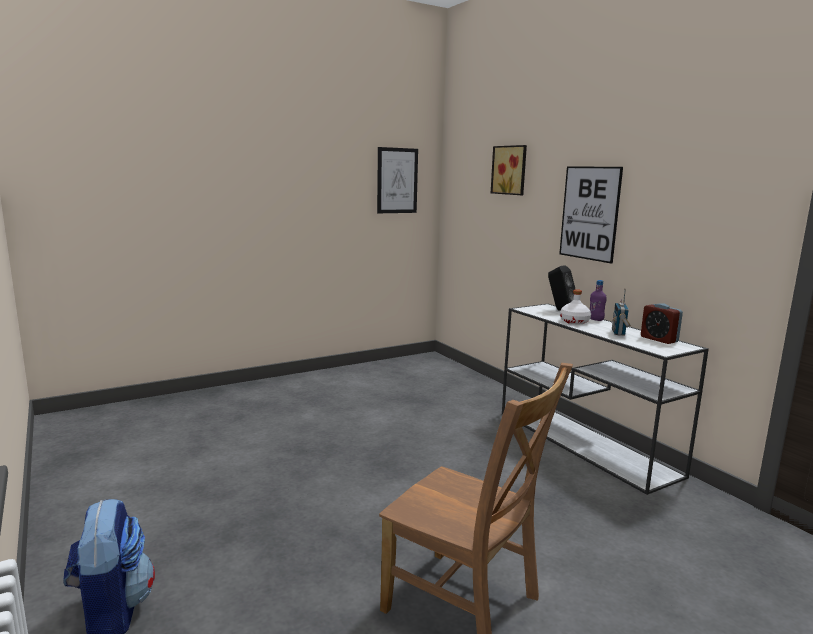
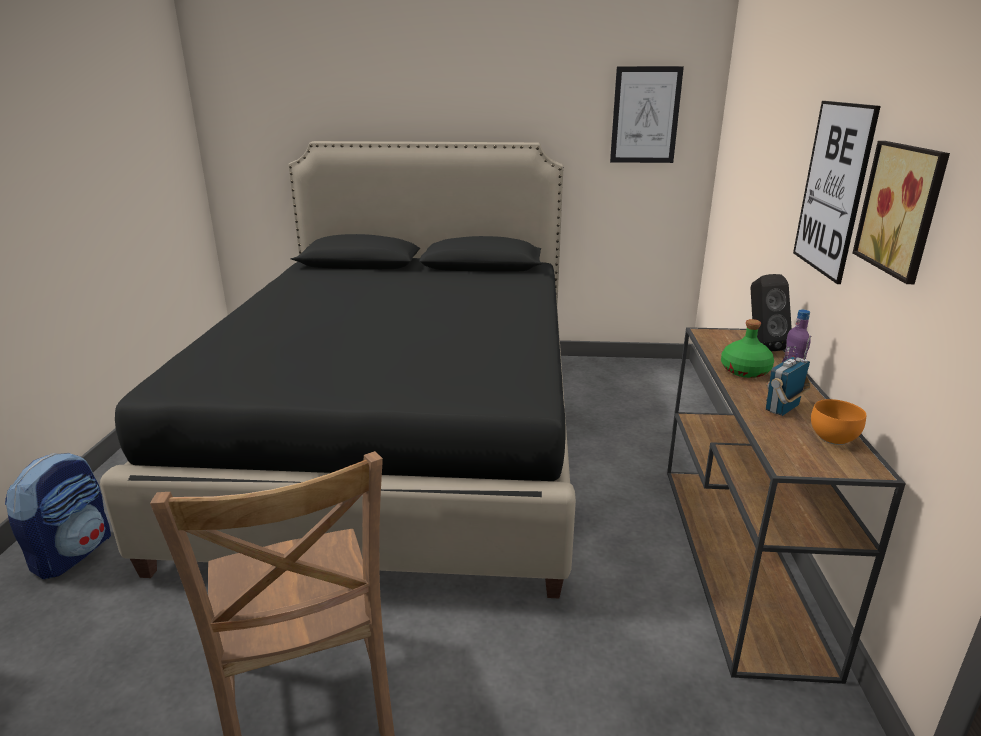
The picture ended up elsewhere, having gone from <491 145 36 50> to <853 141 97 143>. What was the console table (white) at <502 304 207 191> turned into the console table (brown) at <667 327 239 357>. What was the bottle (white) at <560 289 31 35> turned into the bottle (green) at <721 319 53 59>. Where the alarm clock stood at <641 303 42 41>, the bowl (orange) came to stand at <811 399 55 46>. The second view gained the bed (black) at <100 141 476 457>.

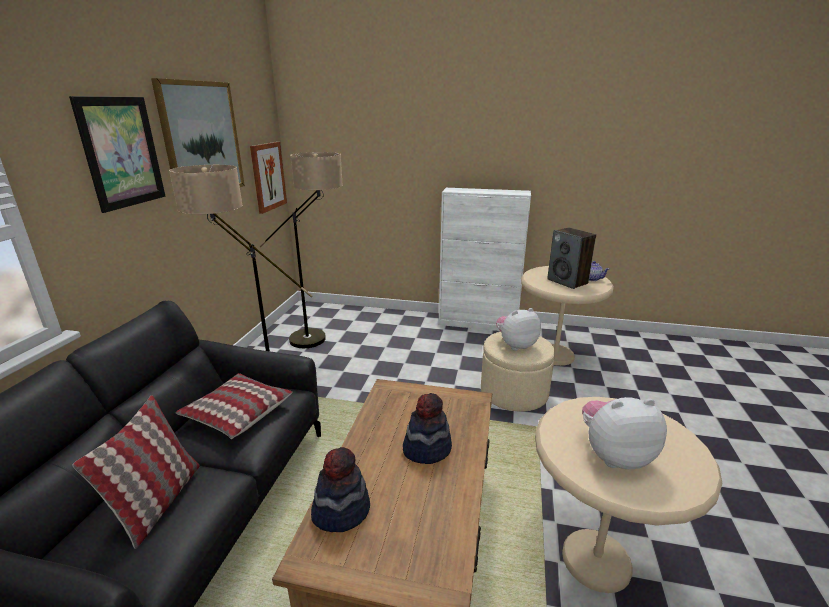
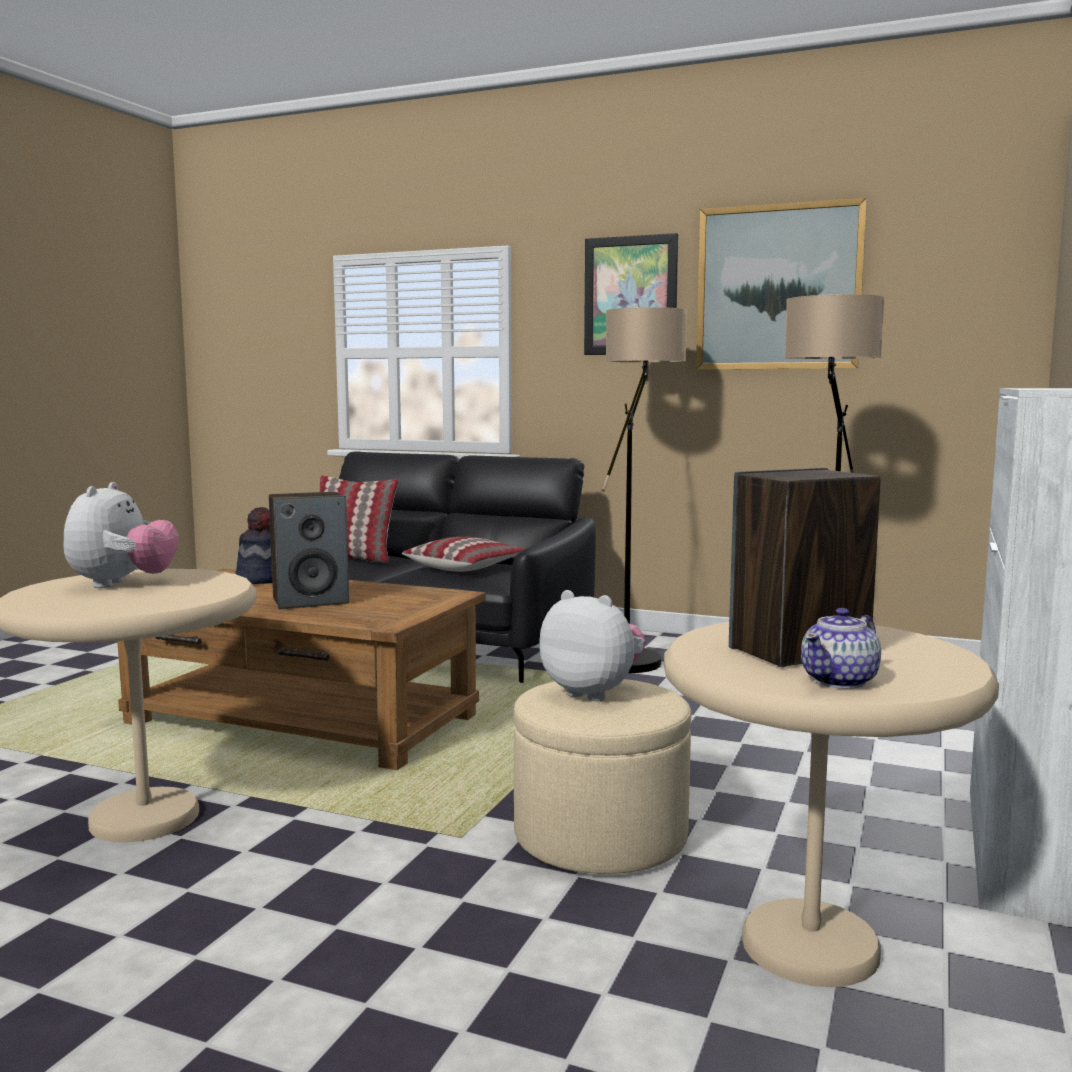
The second view lost the picture at <250 142 37 72>. Where the hat stood at <403 393 49 71>, the speaker came to stand at <269 492 80 117>. The plush toy at <496 308 45 43> ended up facing another way, 45 degrees counterclockwise from before.

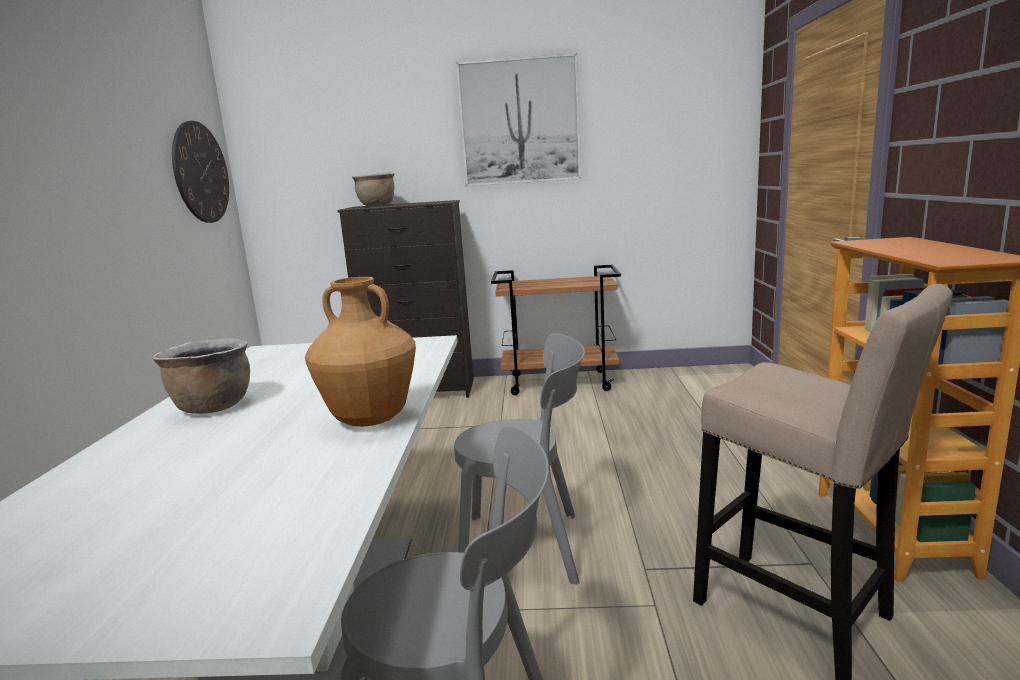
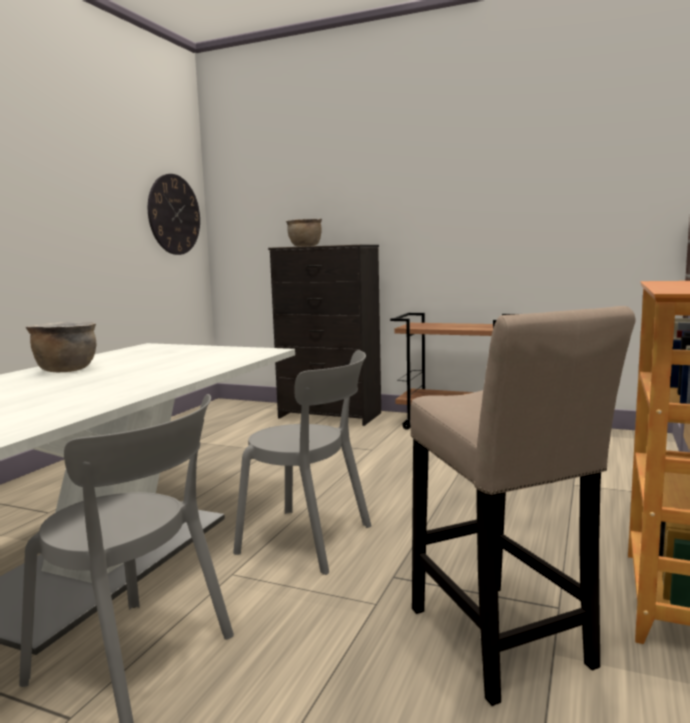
The second view lost the vase (brown) at <305 277 111 150>. The second view lost the picture at <456 53 125 134>.

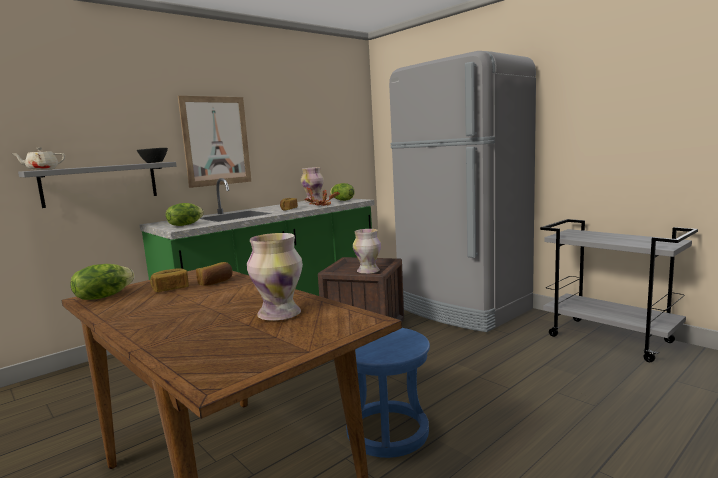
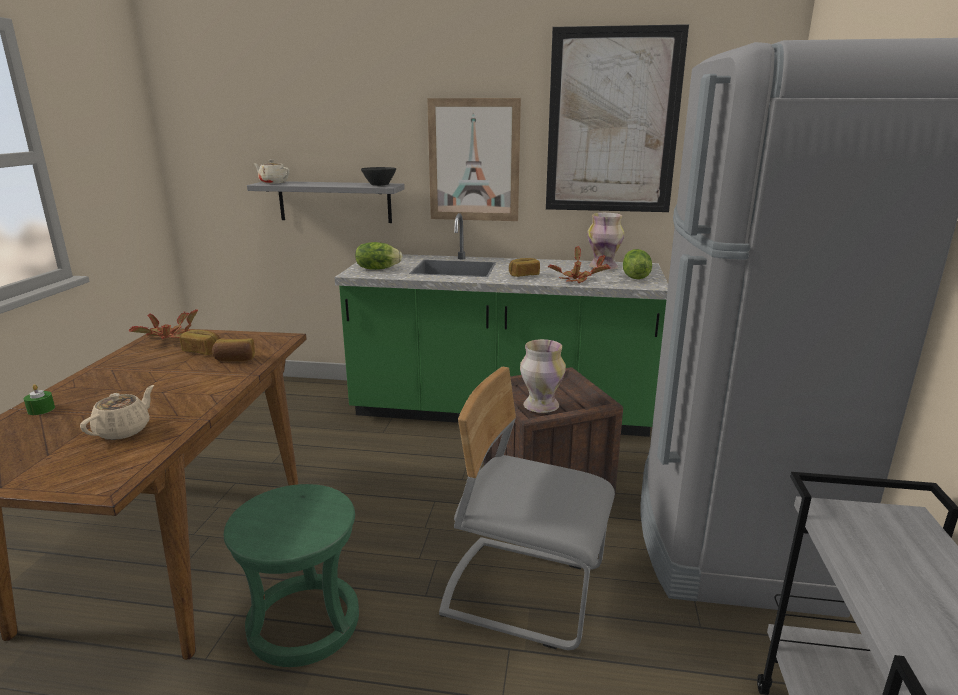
Where the lettuce stood at <70 264 65 36>, the potted plant came to stand at <129 309 69 30>. Where the vase stood at <247 233 56 88>, the teapot (beige) came to stand at <80 385 74 55>. What was the stool (blue) at <346 328 84 130> turned into the stool (green) at <224 484 135 183>. The second view gained the candle (green) at <24 384 31 31>. The second view gained the chair (grey) at <439 367 176 283>. The second view gained the picture at <546 24 143 188>.

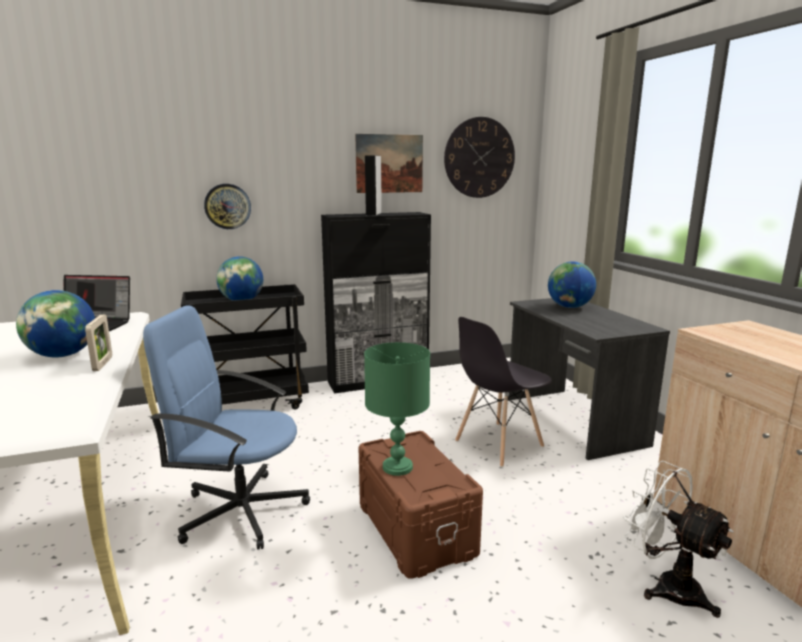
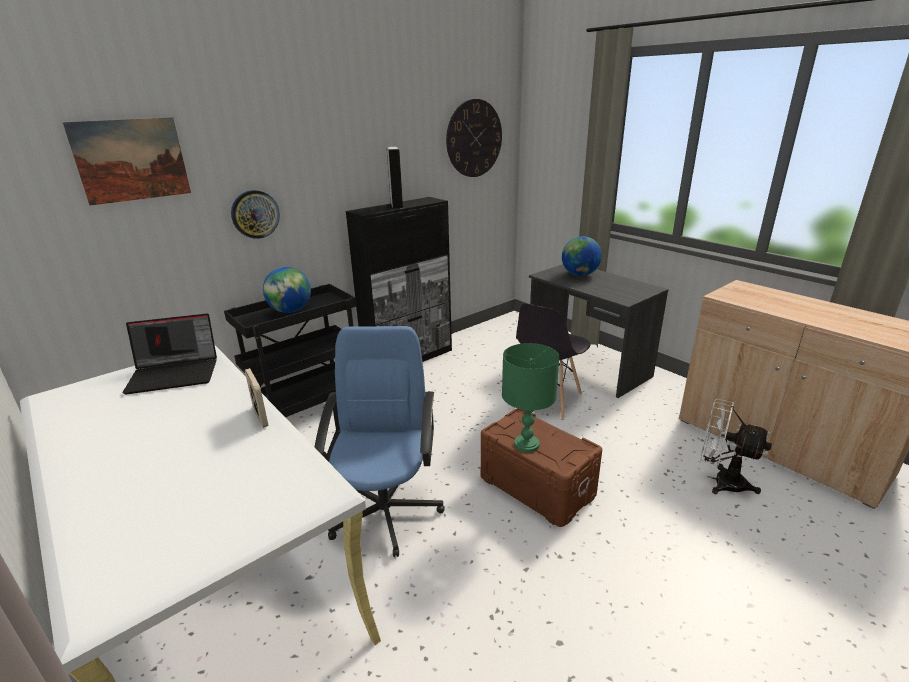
The second view lost the globe at <16 290 79 68>. The office chair (blue) at <143 305 167 245> ended up facing another way, 105 degrees clockwise from before. The picture ended up elsewhere, having gone from <355 134 68 59> to <63 117 128 89>.

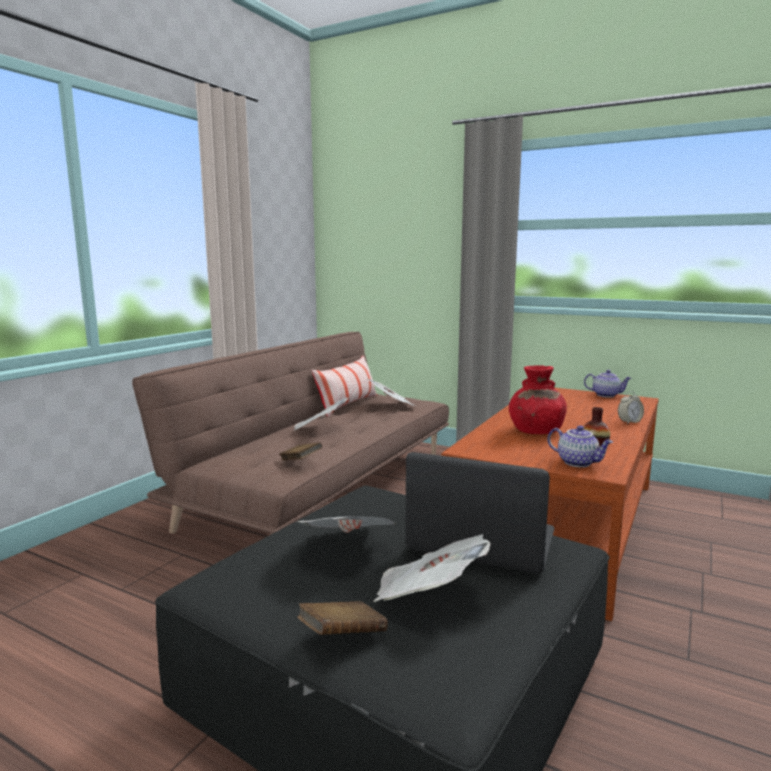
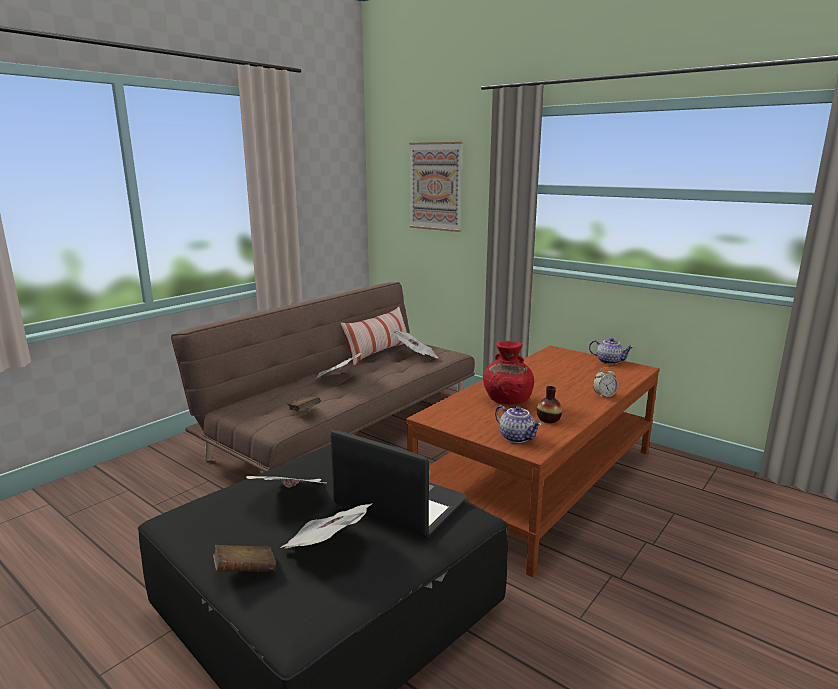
The second view gained the picture at <409 142 54 90>.

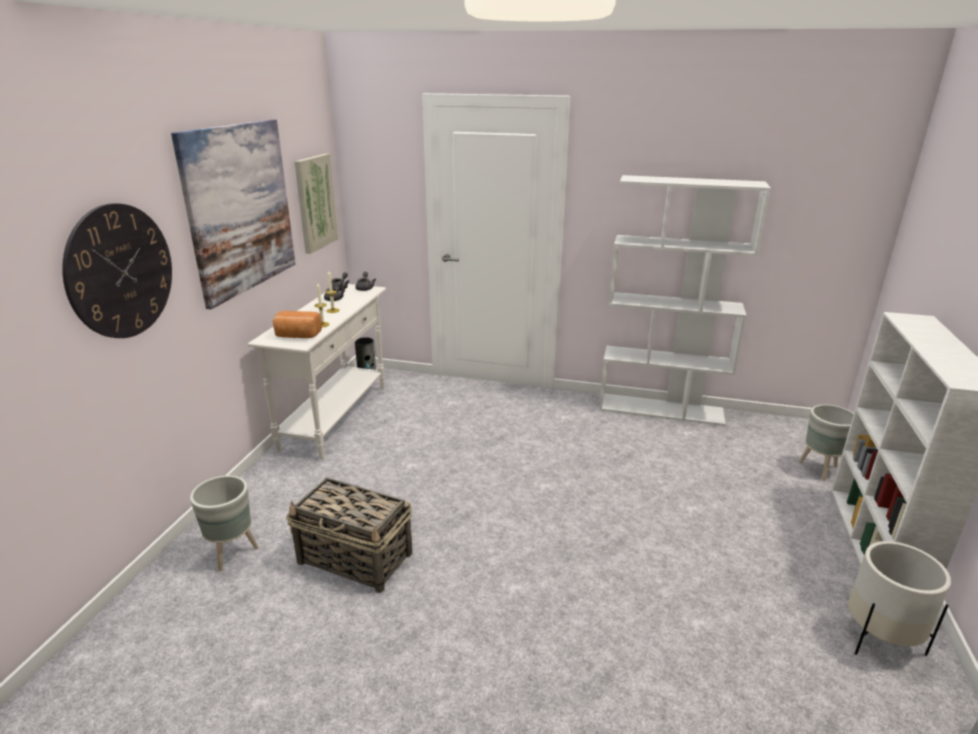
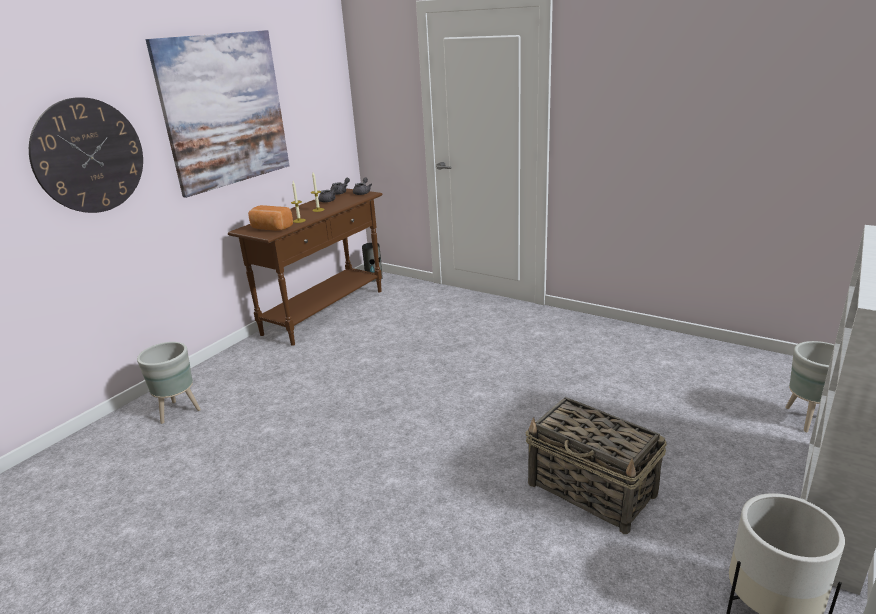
What was the console table (white) at <248 284 138 175> turned into the console table (brown) at <228 188 155 158>. The basket ended up elsewhere, having gone from <286 477 126 116> to <525 397 142 137>. The second view lost the picture at <294 154 44 100>. The second view lost the bookcase (white) at <599 175 172 251>.

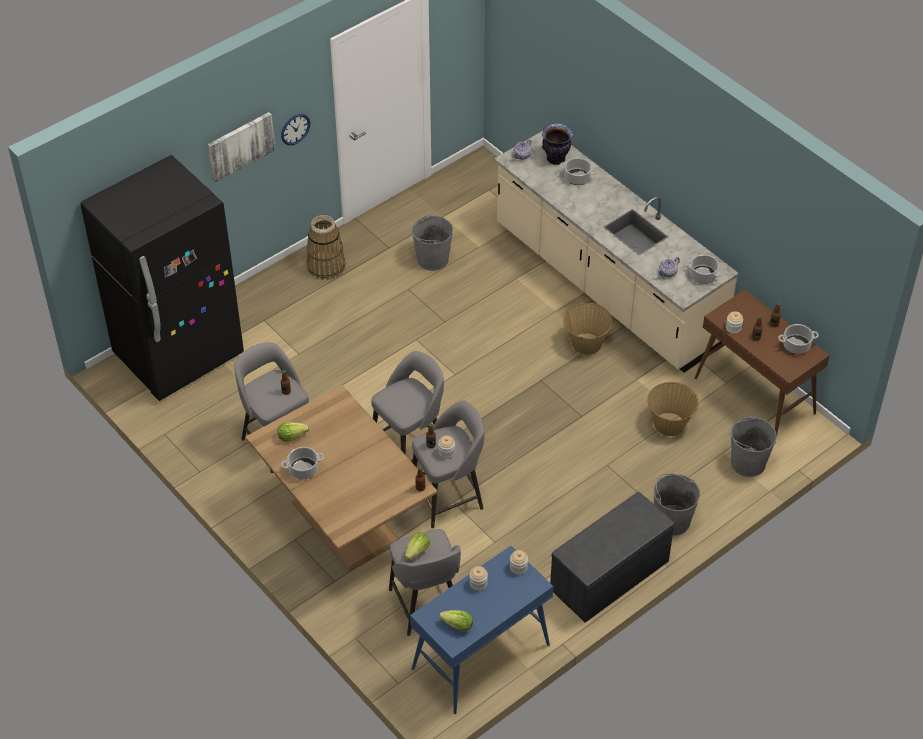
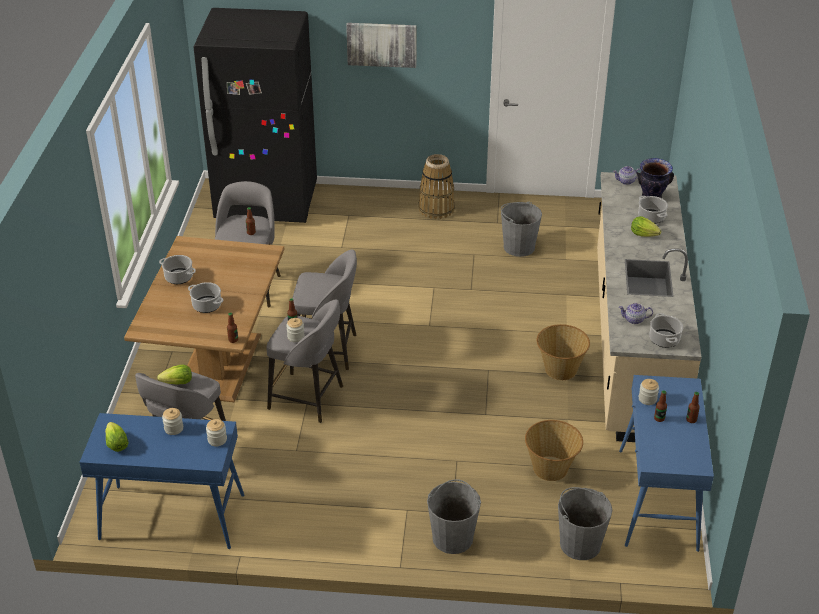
The lettuce ended up elsewhere, having gone from <277 422 32 20> to <631 216 30 21>. The second view lost the wall clock at <281 114 29 31>. The second view lost the bench (grey) at <550 492 125 131>. What was the console table (brown) at <695 289 135 154> turned into the console table (blue) at <619 375 95 177>. The cooking pot ended up elsewhere, having gone from <778 324 41 30> to <188 282 35 31>.

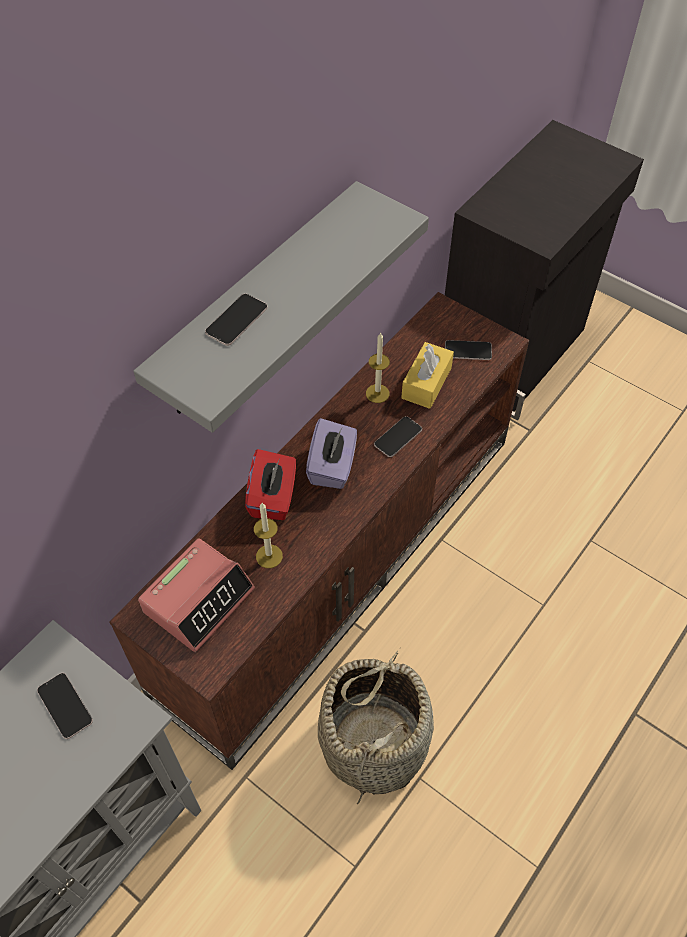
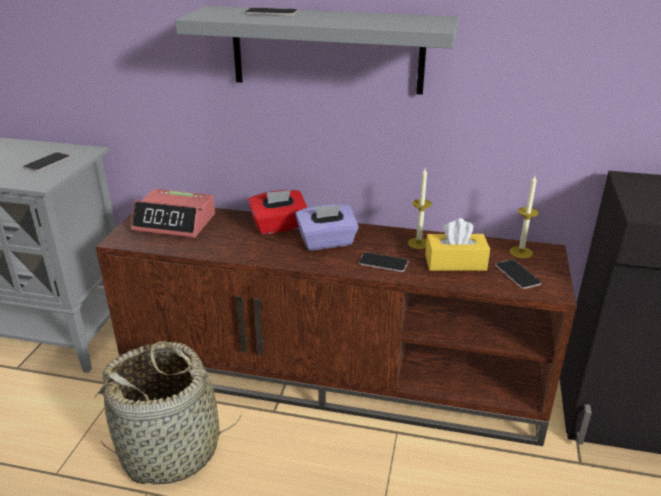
The candle ended up elsewhere, having gone from <254 503 29 65> to <510 176 29 82>.

